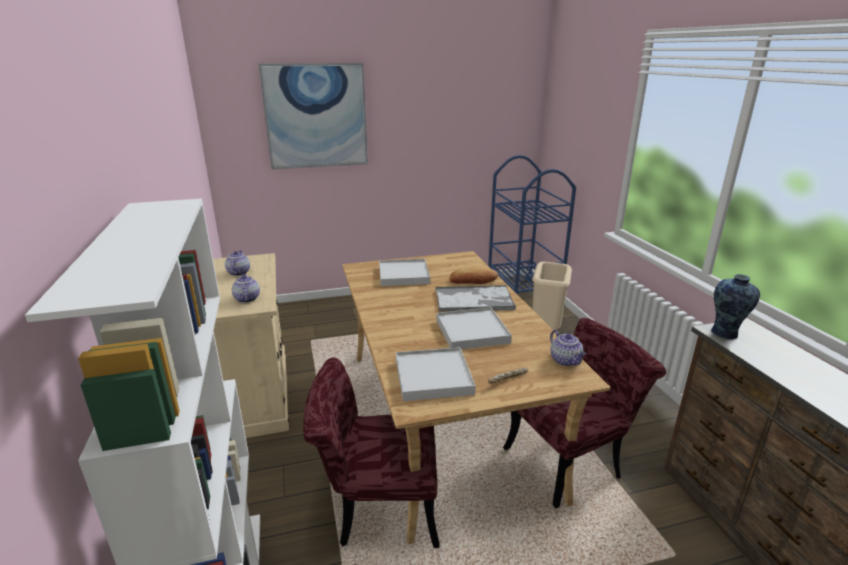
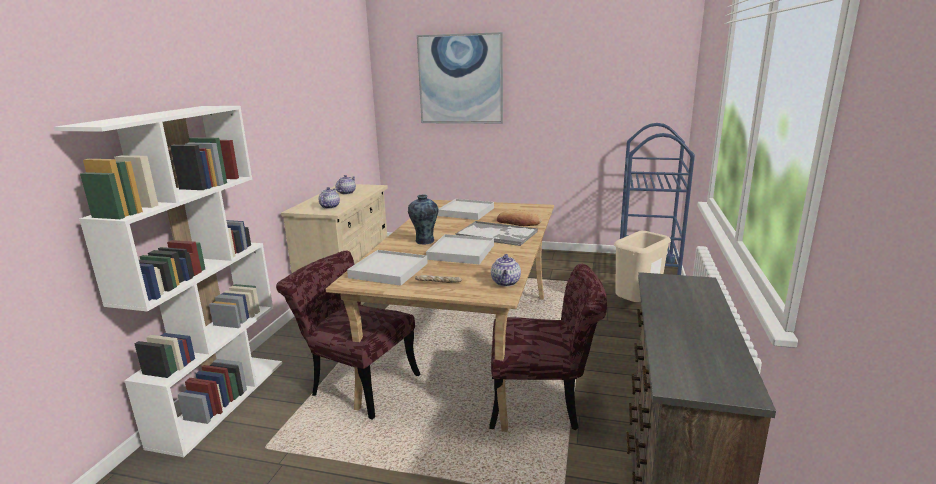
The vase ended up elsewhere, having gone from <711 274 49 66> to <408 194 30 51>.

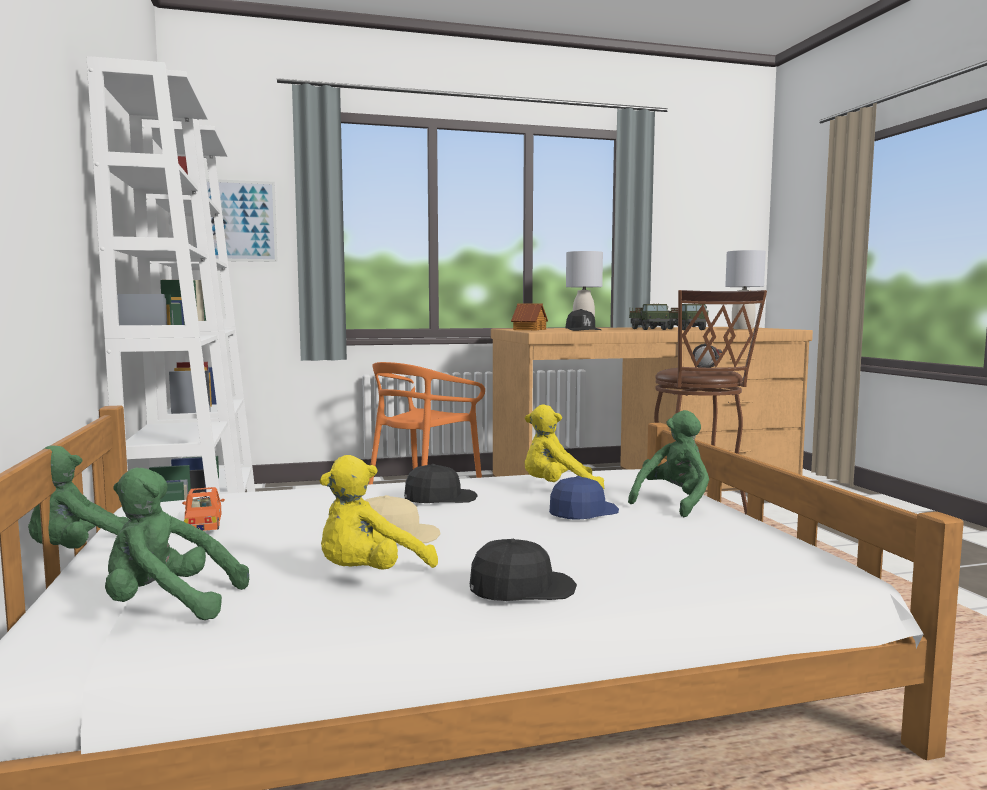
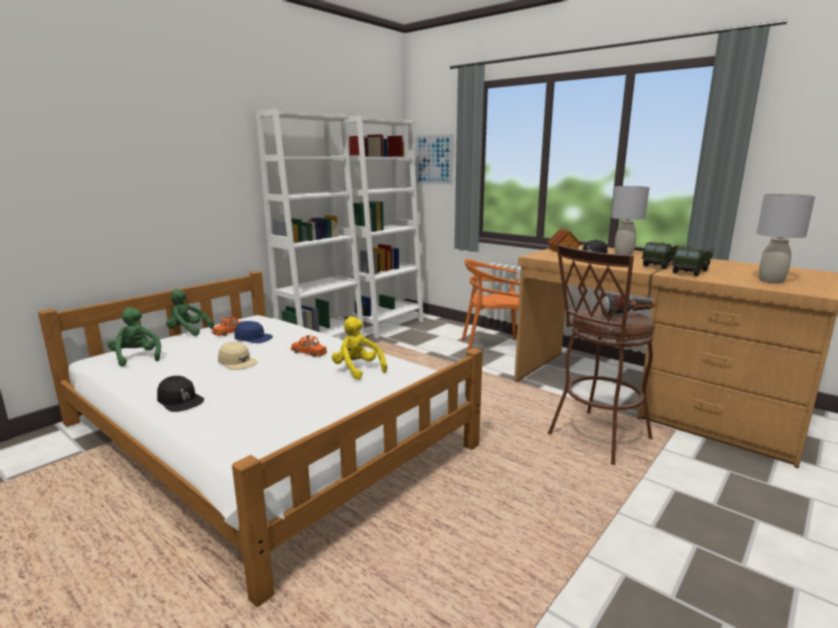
The second view lost the plush toy (yellow) at <320 455 118 115>. Where the cap (black) stood at <404 464 74 39>, the toy car (orange) came to stand at <291 335 36 22>. The cap (blue) ended up elsewhere, having gone from <549 476 70 43> to <234 321 39 22>. The second view lost the plush toy (green) at <628 410 81 107>.

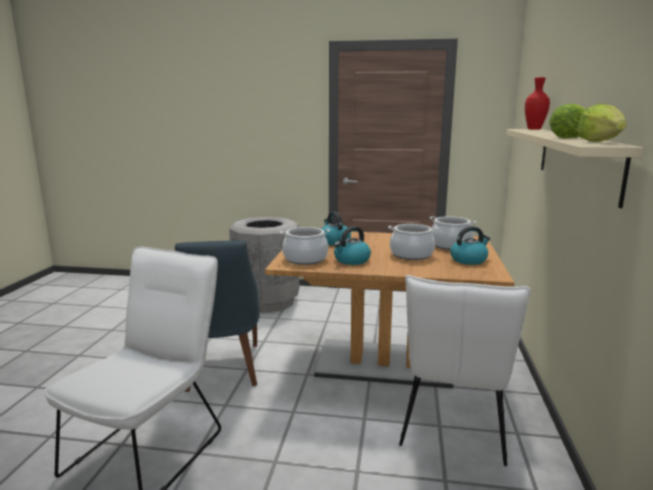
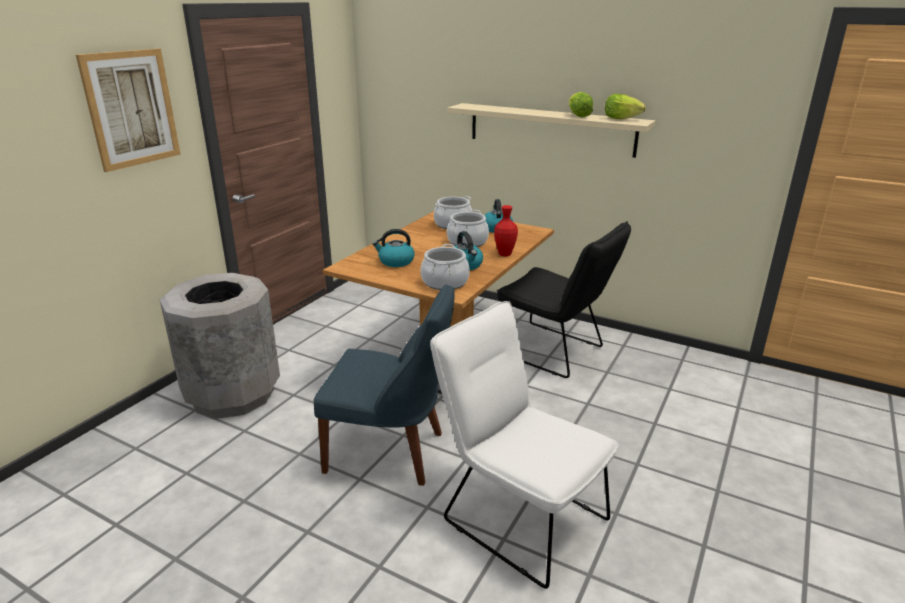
What was the chair (white) at <399 275 132 191> turned into the chair (black) at <497 221 134 157>. The vase (red) ended up elsewhere, having gone from <525 77 25 53> to <494 205 24 51>. The second view gained the picture at <76 49 105 123>.

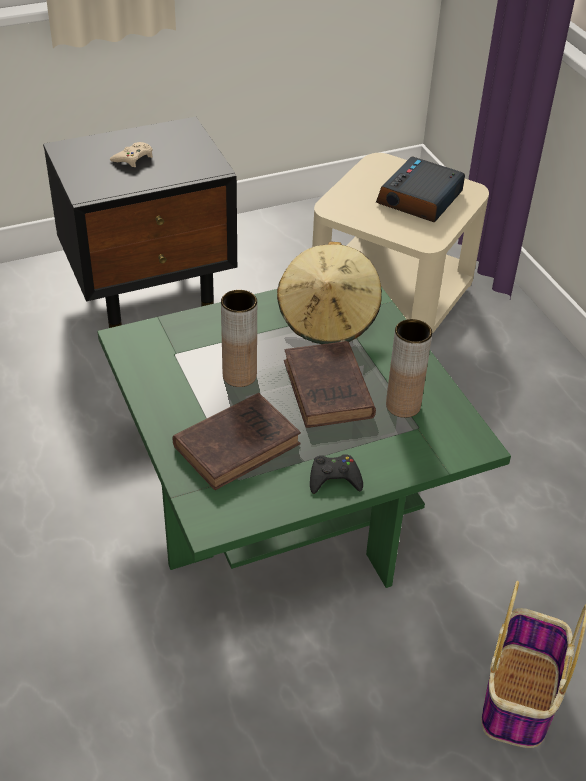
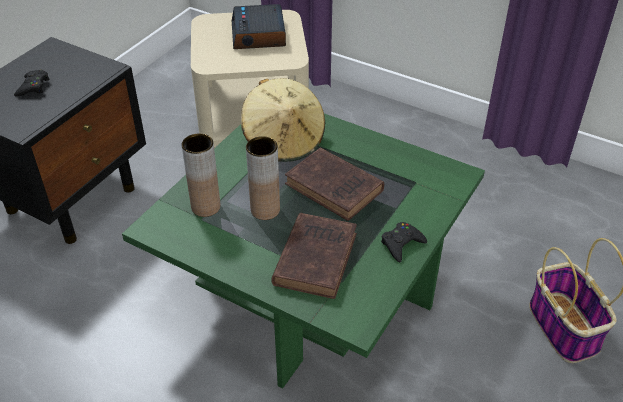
What was the game controller (beige) at <110 142 43 25> turned into the game controller (black) at <14 70 36 26>. The vase (brown) ended up elsewhere, having gone from <386 319 46 99> to <182 133 38 84>.

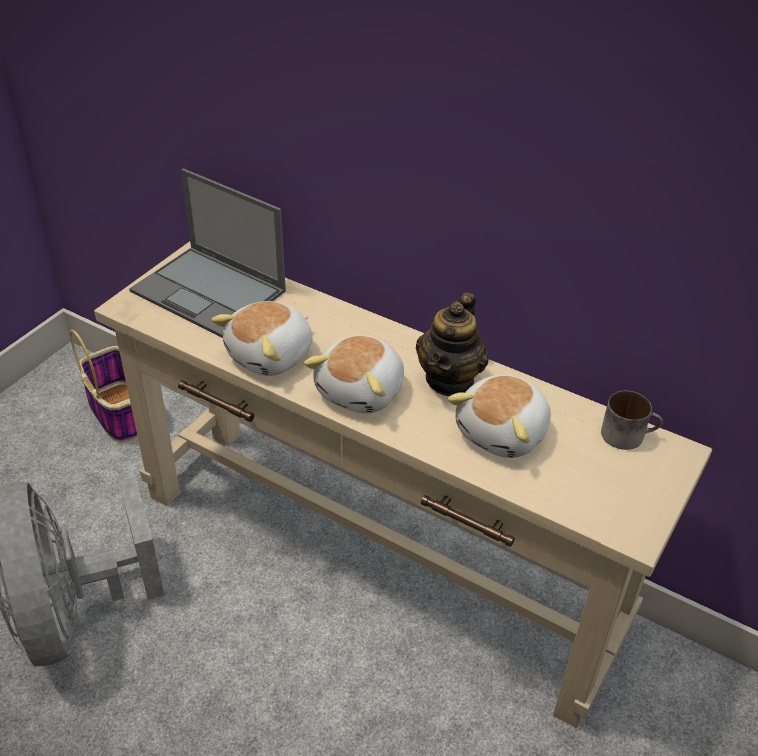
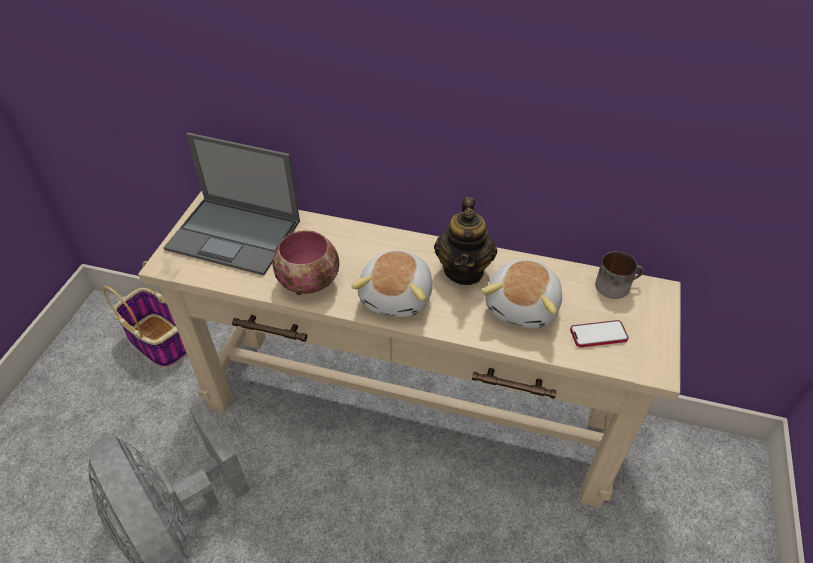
Where the plush toy stood at <211 301 101 75>, the bowl came to stand at <272 230 67 65>. The second view gained the phone at <570 320 59 27>.

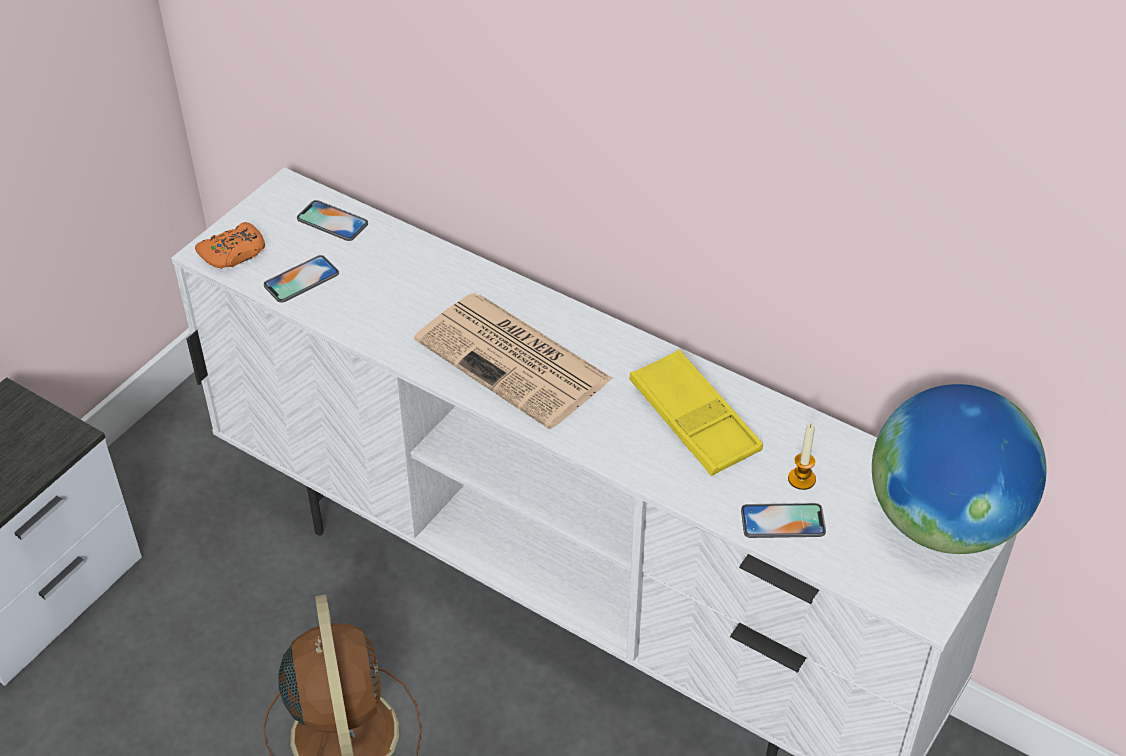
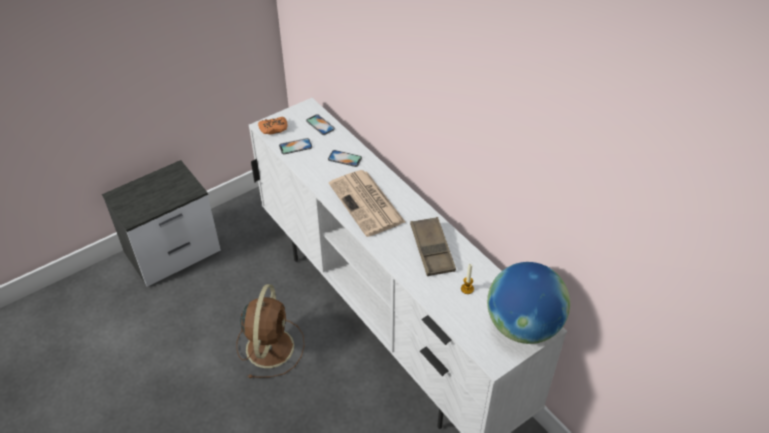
What was the tray (yellow) at <629 350 134 126> turned into the tray (brown) at <410 217 46 59>. The phone ended up elsewhere, having gone from <741 503 85 35> to <328 150 34 17>.

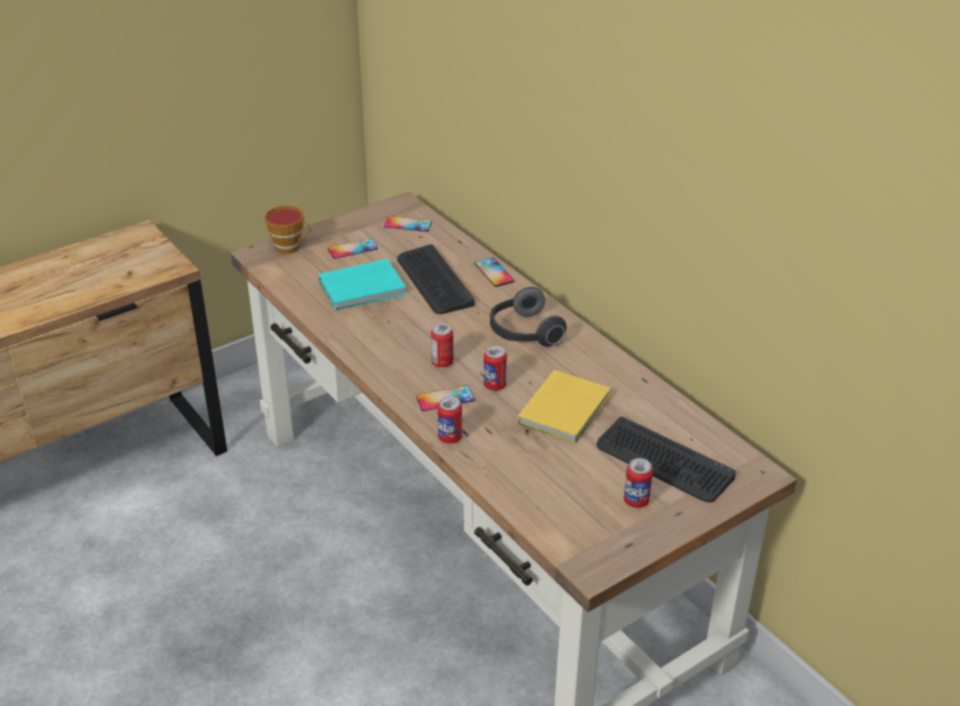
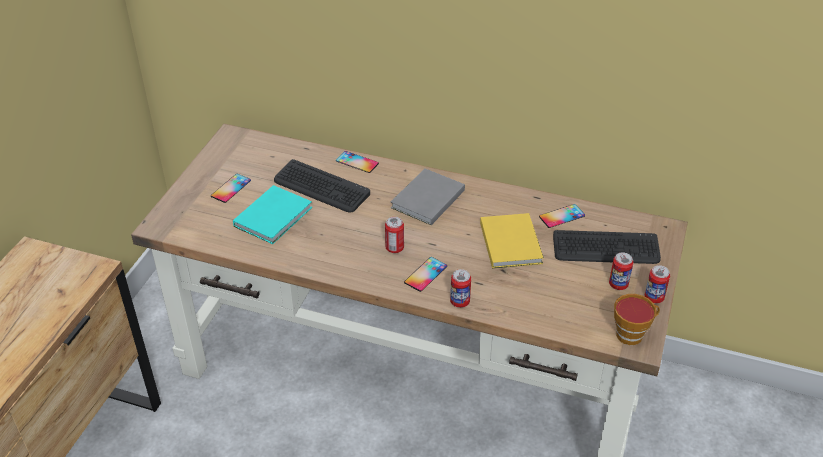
The cup ended up elsewhere, having gone from <264 206 47 48> to <614 294 46 51>. The phone ended up elsewhere, having gone from <384 216 48 16> to <539 204 46 24>. The can ended up elsewhere, having gone from <484 346 23 45> to <645 265 25 38>. Where the headphones stood at <490 287 77 60>, the book (grey) came to stand at <391 169 74 56>.

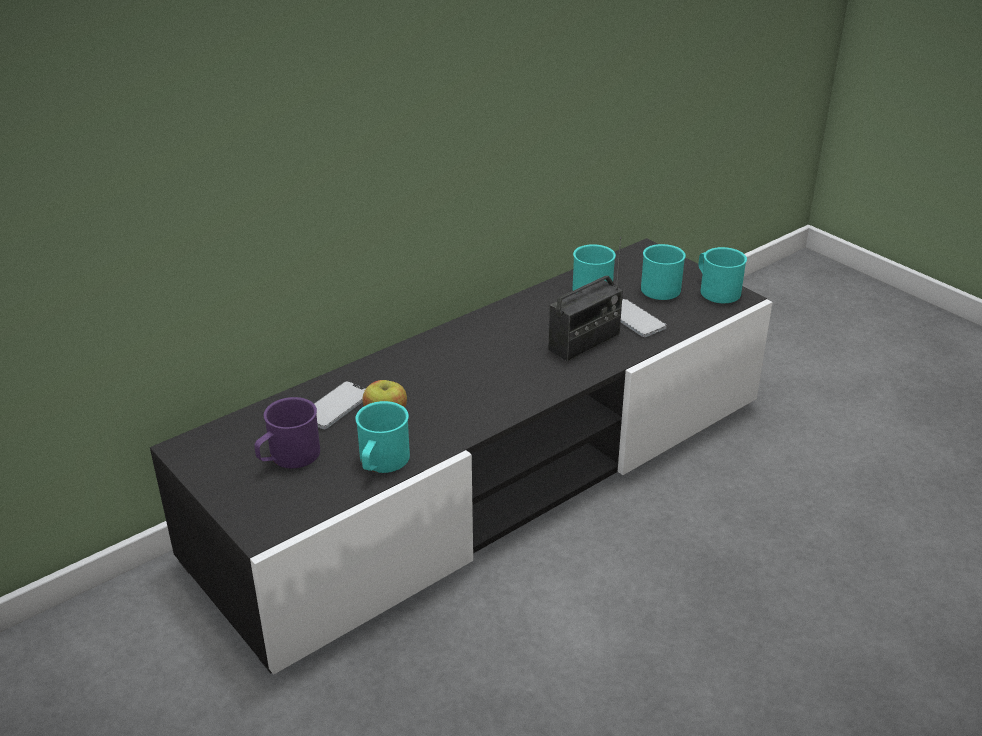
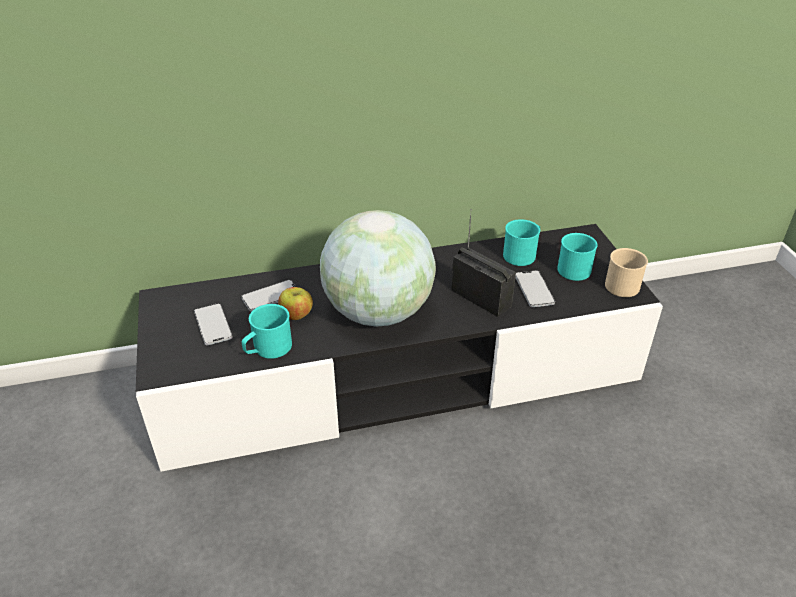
Where the mug (purple) stood at <254 397 66 71>, the phone came to stand at <194 303 39 42>. The radio at <548 237 75 124> ended up facing another way, 120 degrees counterclockwise from before. What was the mug (turquoise) at <698 247 49 56> turned into the mug (beige) at <605 248 43 49>. The second view gained the globe at <320 210 116 117>.

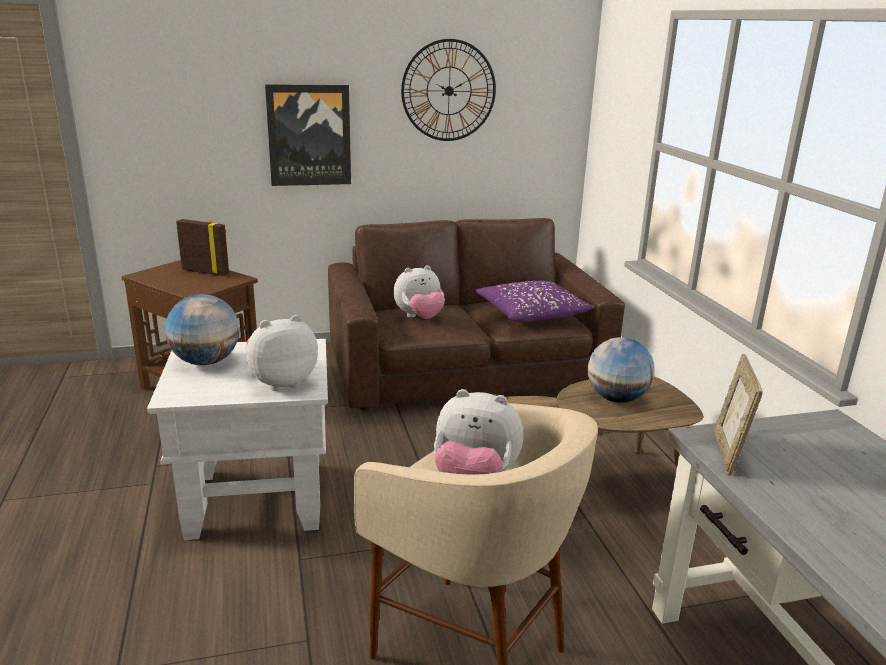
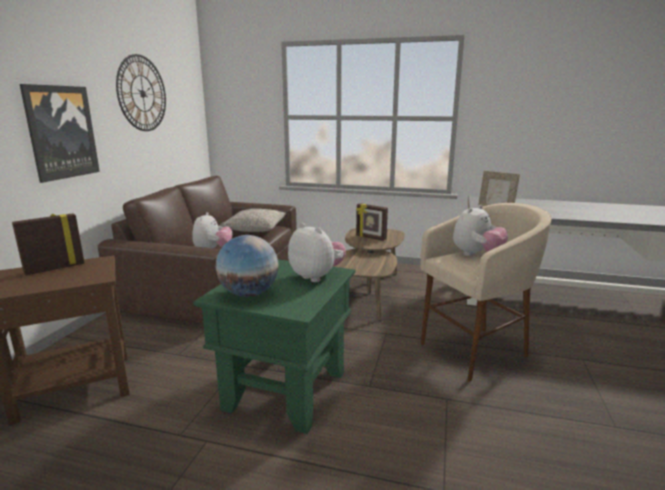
What was the side table (white) at <147 339 181 201> turned into the side table (green) at <193 259 163 175>. The plush toy at <245 315 73 76> ended up facing another way, 135 degrees clockwise from before. What was the pillow (purple) at <475 281 119 41> turned into the pillow (grey) at <219 209 67 23>. Where the globe stood at <588 337 67 66>, the picture frame came to stand at <356 203 32 38>.

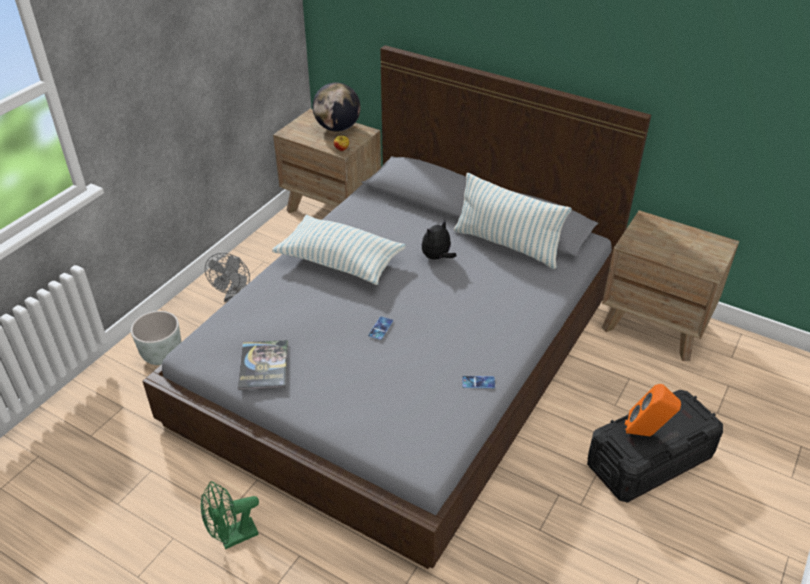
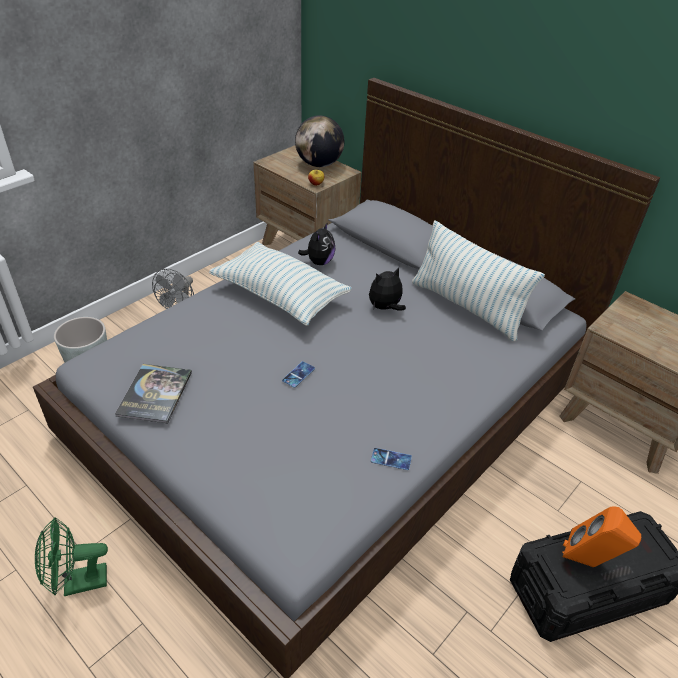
The second view gained the plush toy at <298 222 37 43>.

